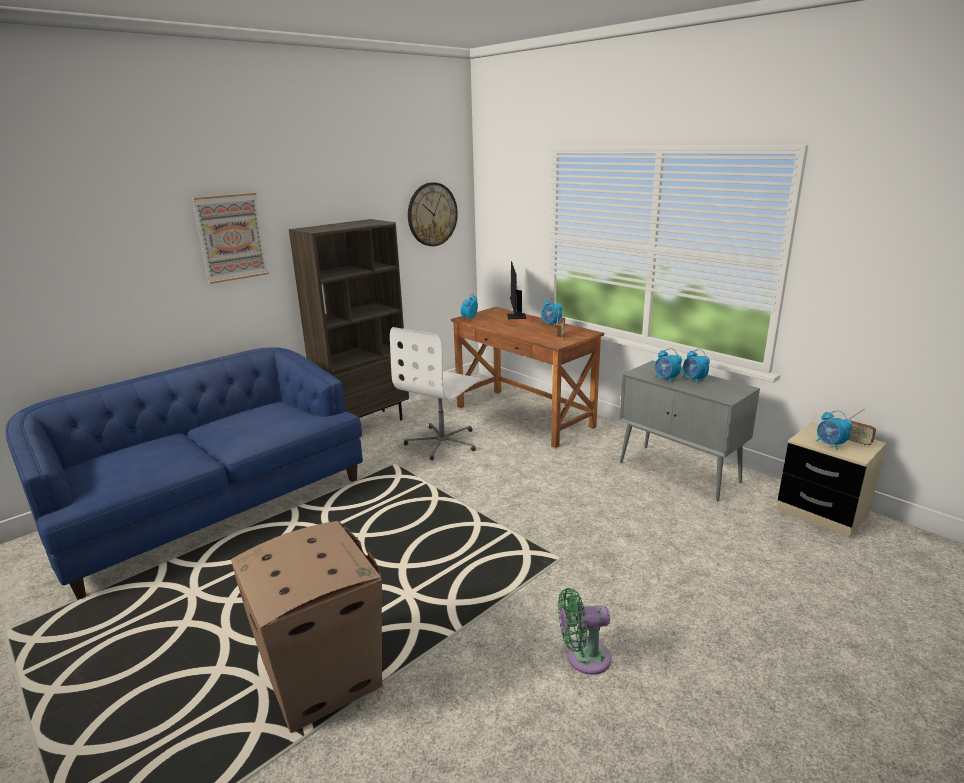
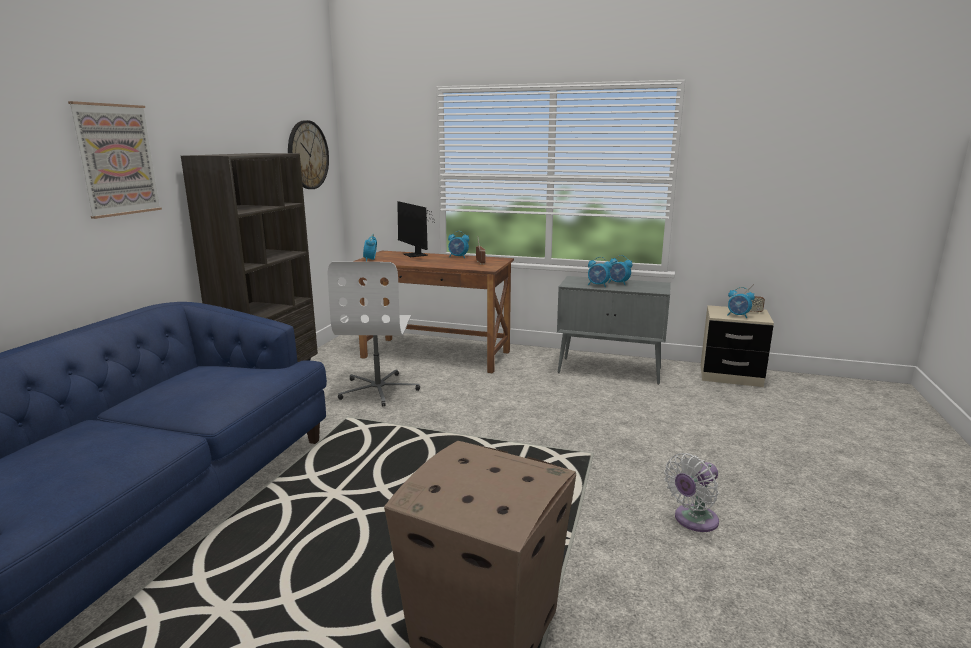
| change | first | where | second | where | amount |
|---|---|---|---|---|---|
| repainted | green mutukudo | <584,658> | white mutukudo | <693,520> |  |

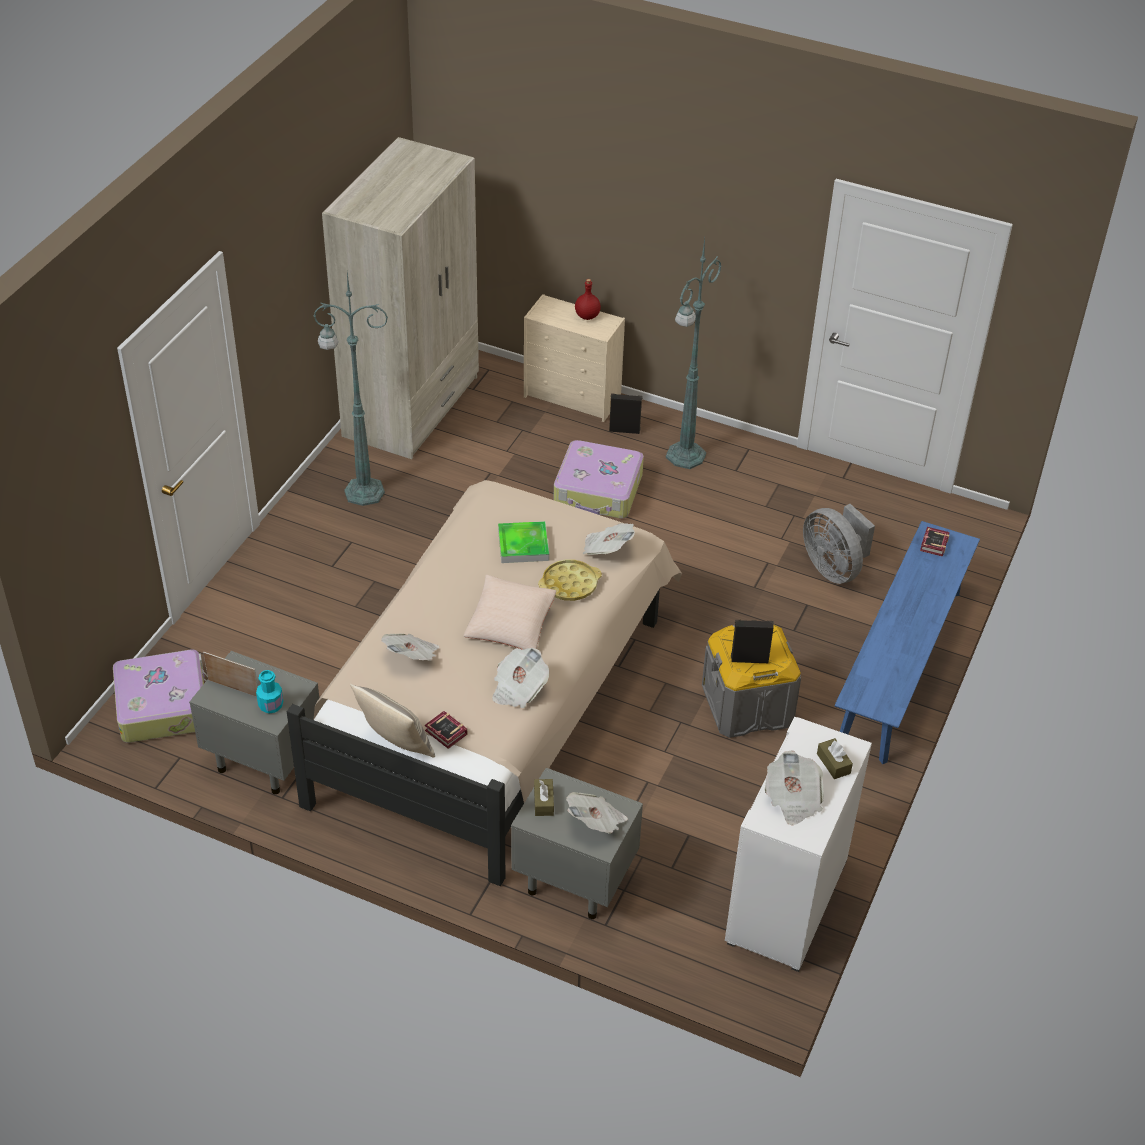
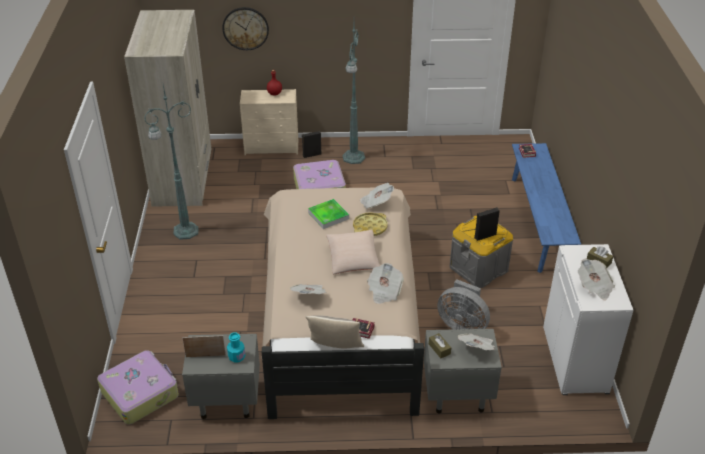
| change | first | where | second | where | amount |
|---|---|---|---|---|---|
| shifted | grey mutukudo | <834,568> |  | <462,325> |  |
| new |  |  | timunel | <245,28> |  |

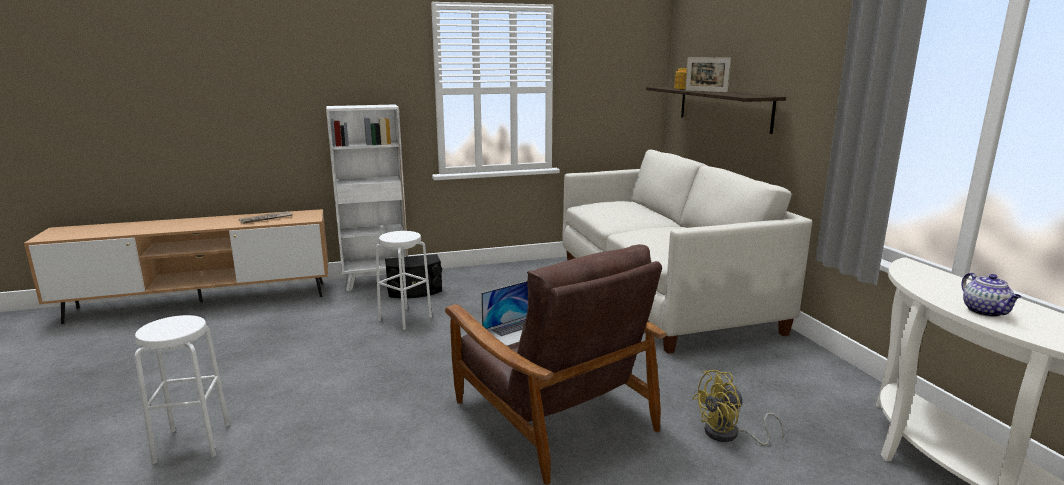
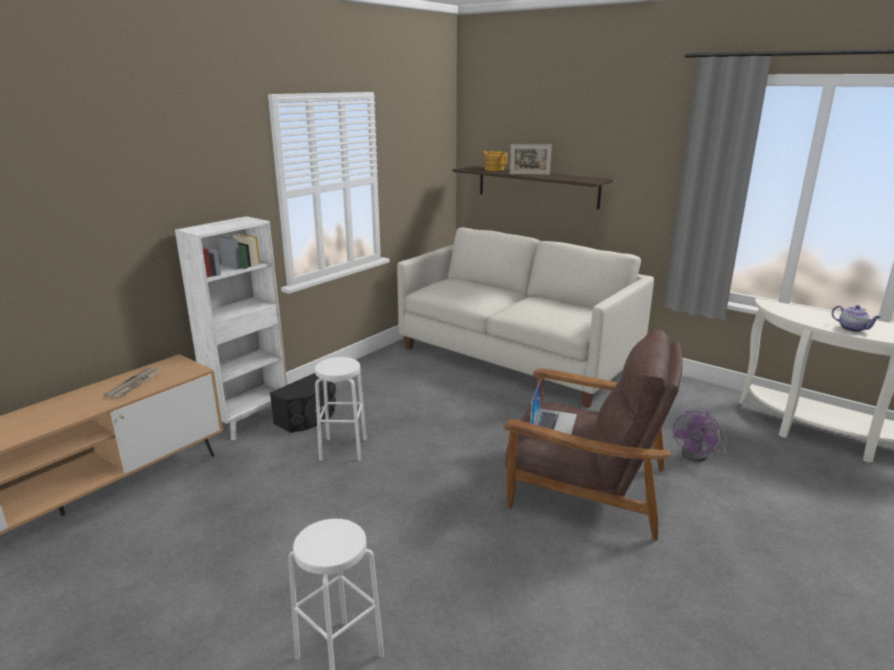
| change | first | where | second | where | amount |
|---|---|---|---|---|---|
| repainted | yellow mutukudo | <729,435> | purple mutukudo | <699,455> |  |

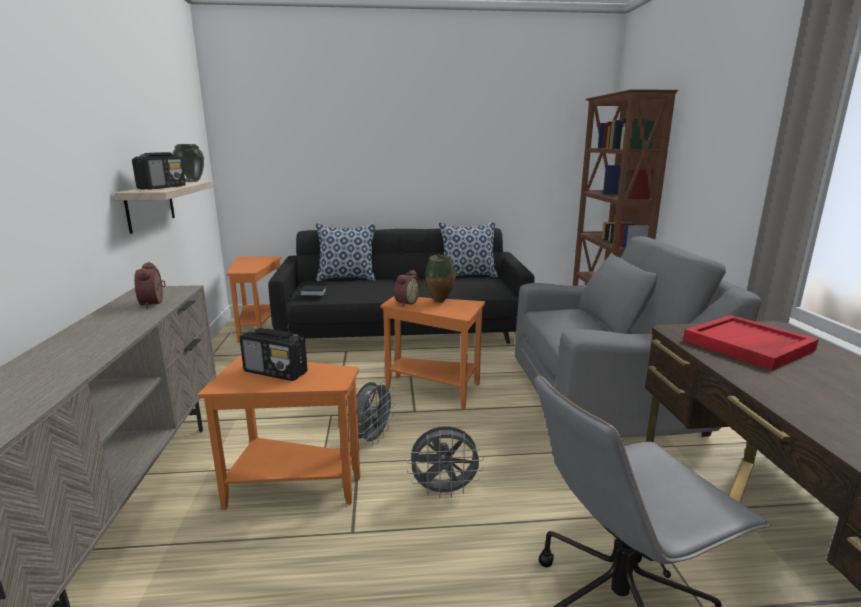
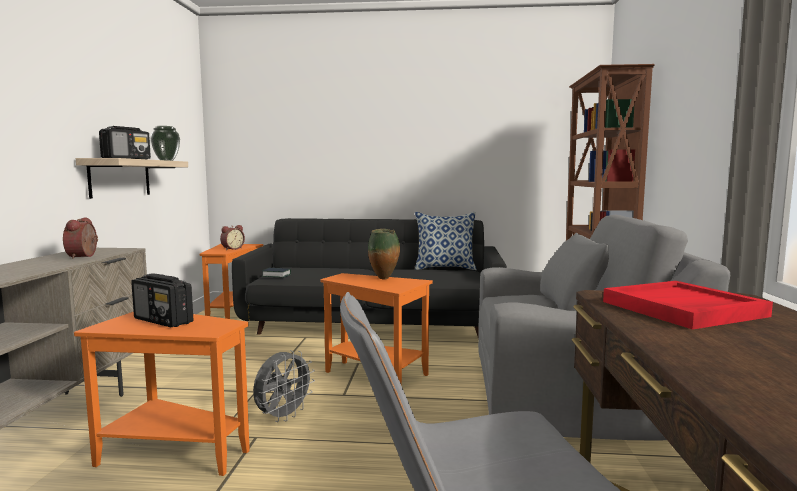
| change | first | where | second | where | amount |
|---|---|---|---|---|---|
| gone | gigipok | <347,278> |  |  |  |
| shifted | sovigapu | <405,302> |  | <232,249> |  |
| gone | grey mutukudo | <444,491> |  |  |  |

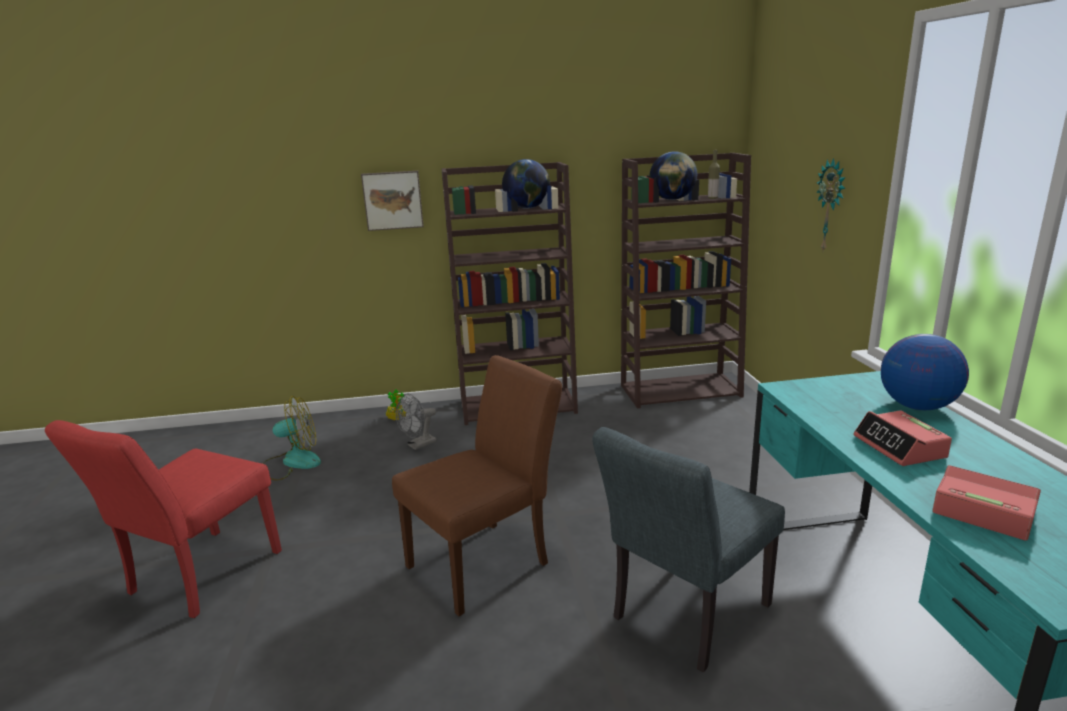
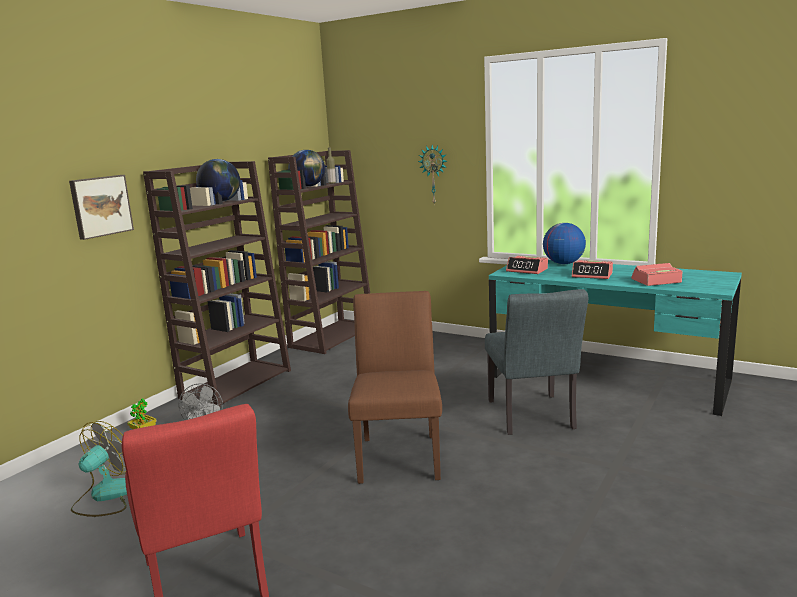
| change | first | where | second | where | amount |
|---|---|---|---|---|---|
| new |  |  | sovigapu | <527,270> |  |

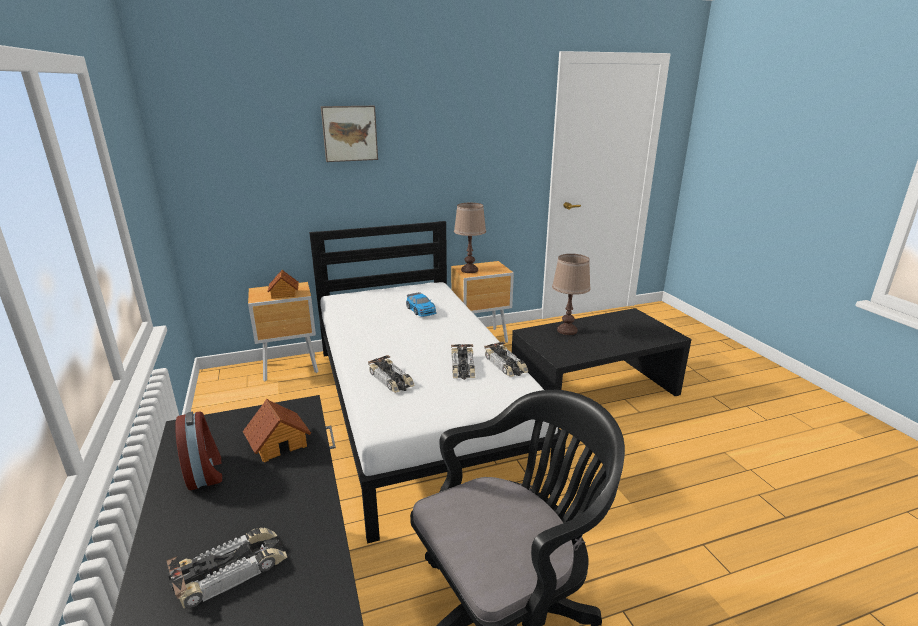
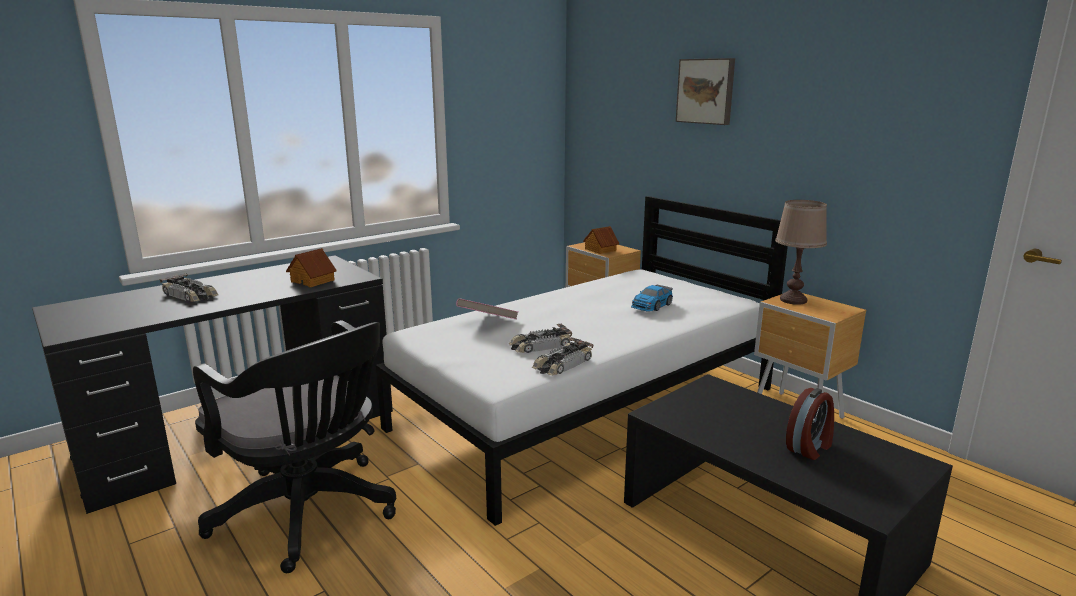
| change | first | where | second | where | amount |
|---|---|---|---|---|---|
| gone | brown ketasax | <567,330> |  |  |  |
| swapped | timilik | <391,380> | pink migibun | <488,322> |  |
| shifted | sovigapu | <205,472> |  | <810,447> |  |

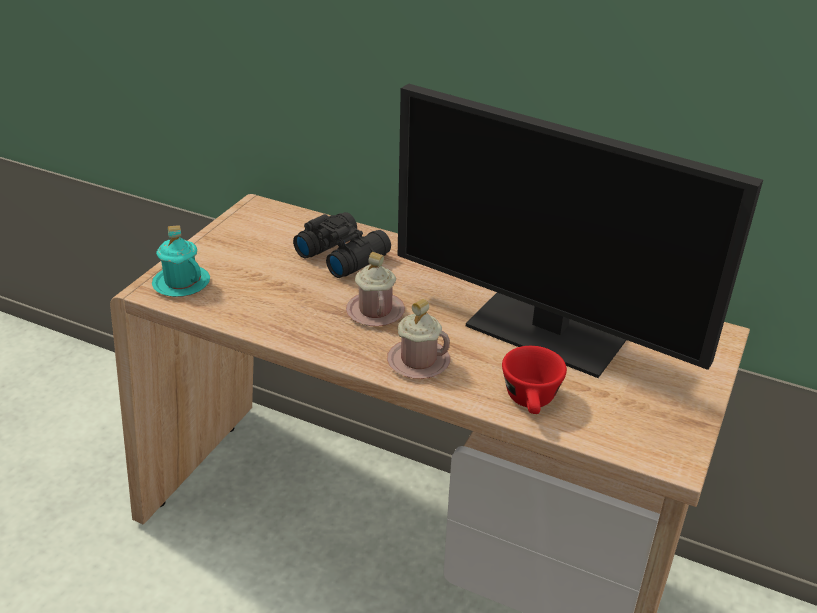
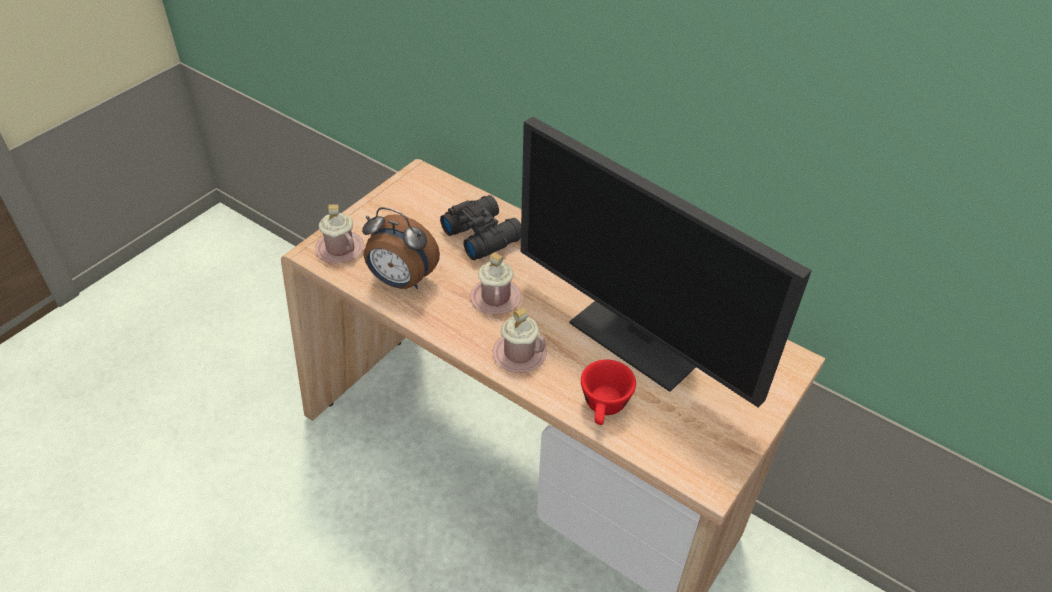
| change | first | where | second | where | amount |
|---|---|---|---|---|---|
| repainted | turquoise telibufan | <181,283> | pink telibufan | <340,249> |  |
| new |  |  | sovigapu | <401,281> |  |

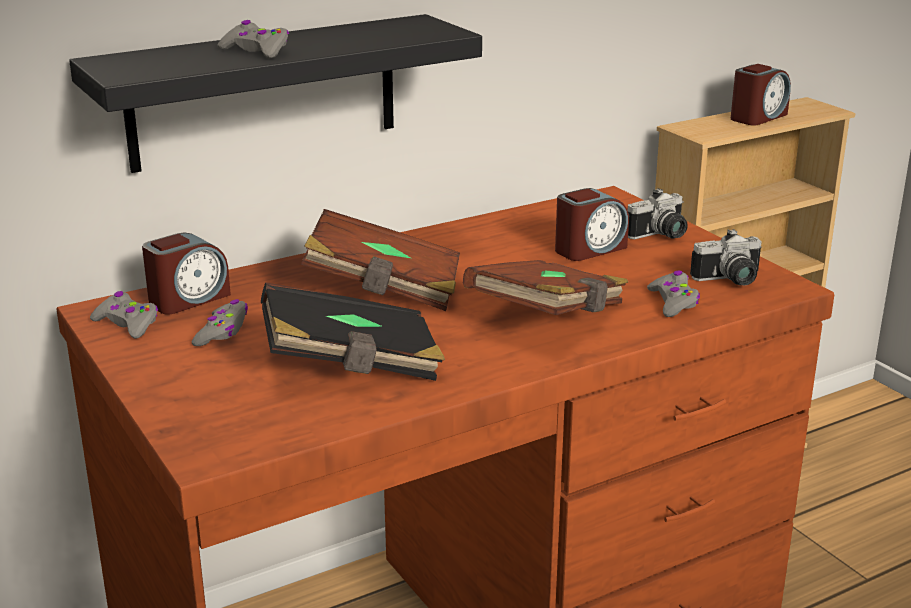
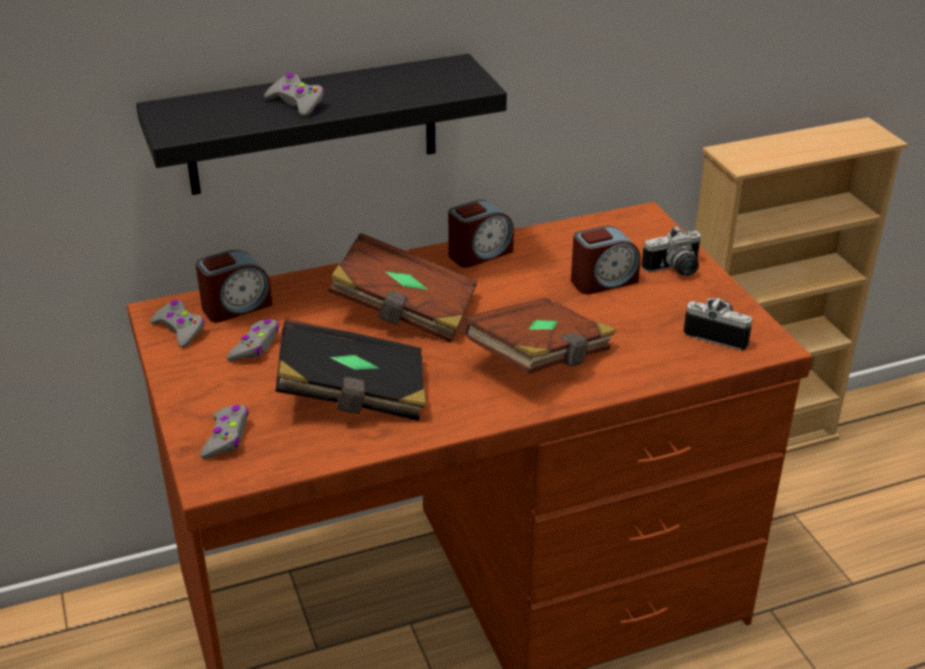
| change | first | where | second | where | amount |
|---|---|---|---|---|---|
| shifted | sovigapu | <758,117> |  | <479,253> |  |
| rotated | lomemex | <730,281> |  | <719,332> | 150 degrees counterclockwise |
| shifted | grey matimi | <673,302> |  | <226,437> |  |

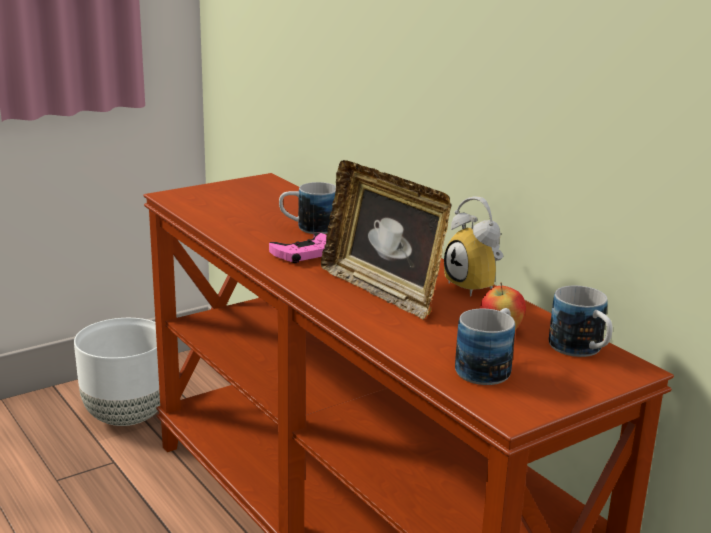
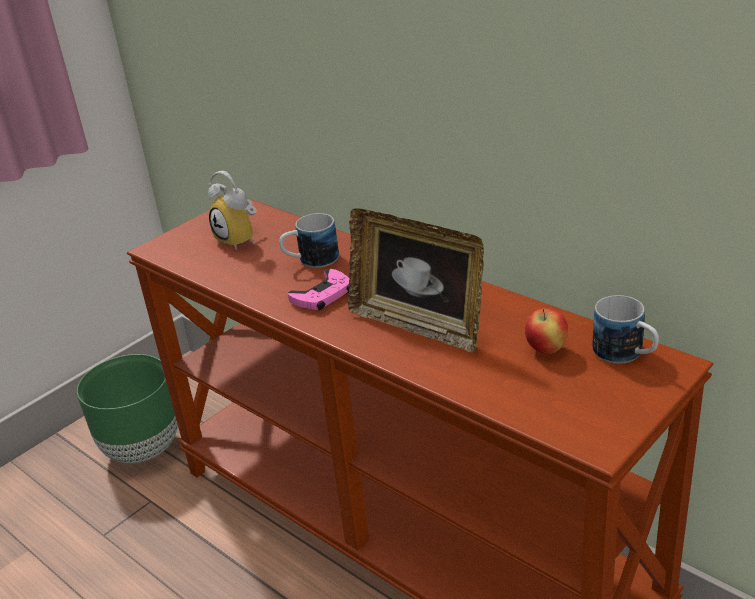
| change | first | where | second | where | amount |
|---|---|---|---|---|---|
| shifted | sovigapu | <477,287> |  | <241,239> |  |
| gone | telibufan | <488,367> |  |  |  |
| repainted | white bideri | <127,416> | green bideri | <143,448> |  |

